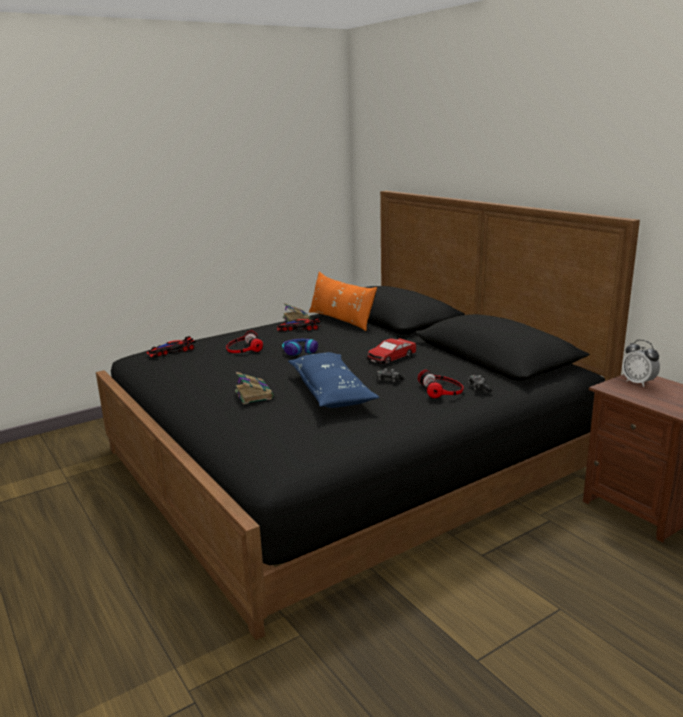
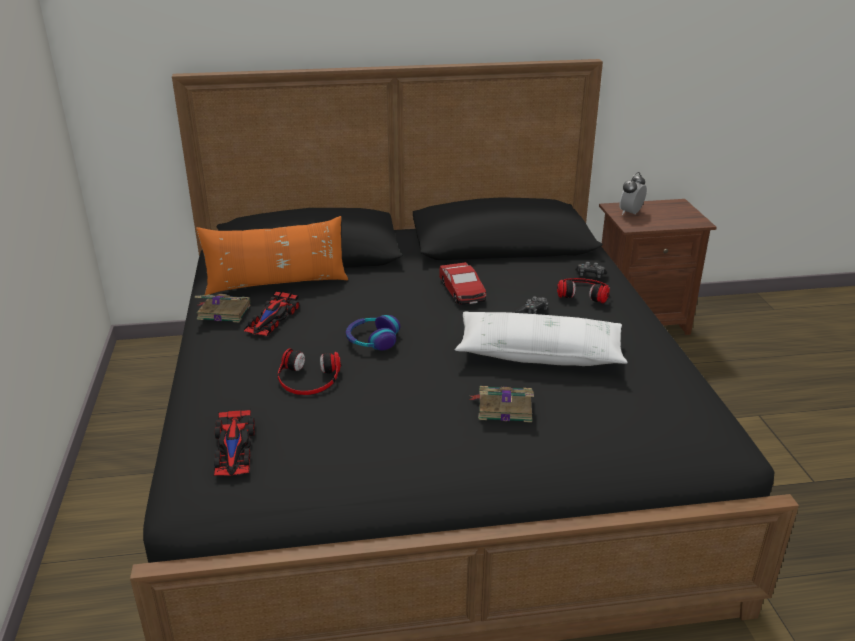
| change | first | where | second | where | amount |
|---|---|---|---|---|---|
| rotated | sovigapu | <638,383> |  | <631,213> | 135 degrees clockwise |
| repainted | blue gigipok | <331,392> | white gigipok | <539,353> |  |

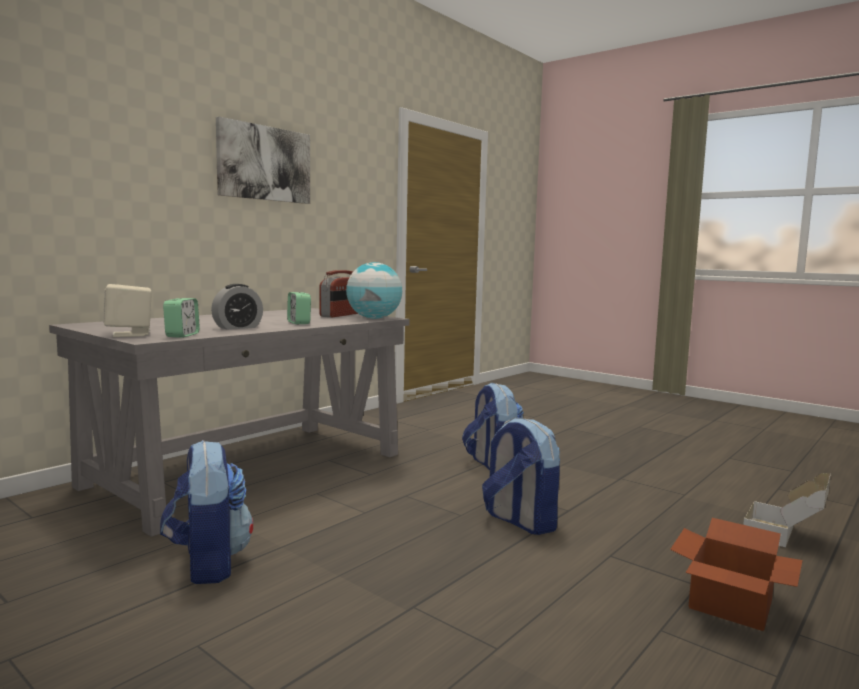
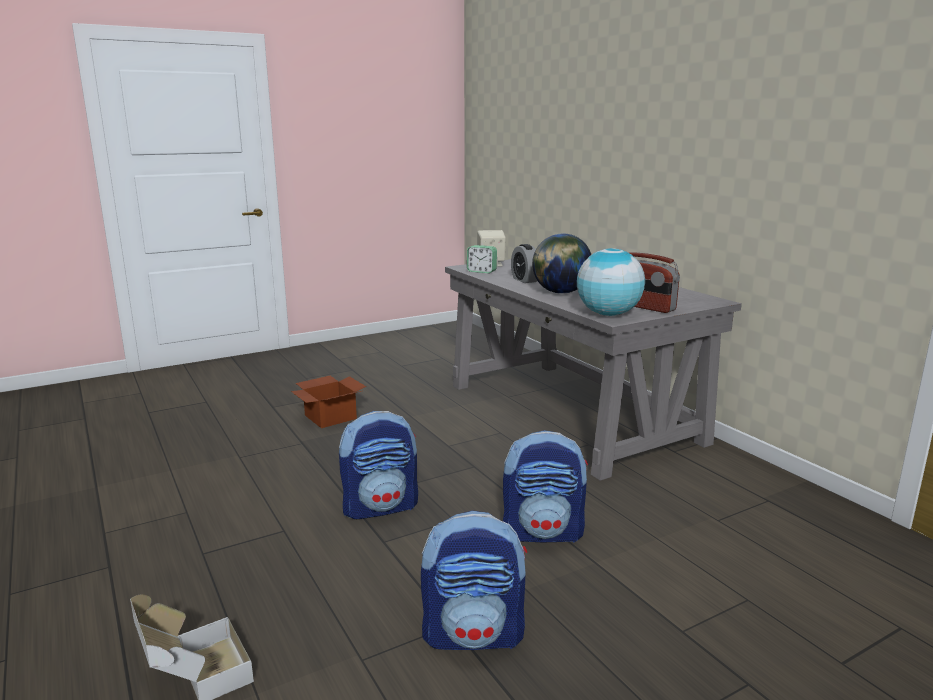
| change | first | where | second | where | amount |
|---|---|---|---|---|---|
| gone | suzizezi | <264,163> |  |  |  |
| swapped | sovigapu | <299,323> | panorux | <560,292> |  |
| shifted | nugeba | <207,563> |  | <474,634> |  |
| shifted | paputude | <728,605> |  | <330,416> |  |

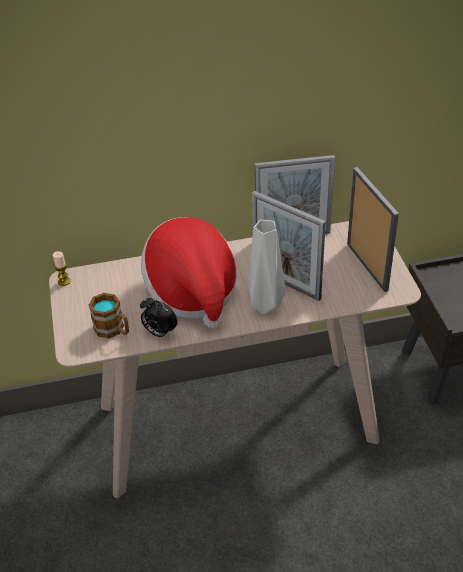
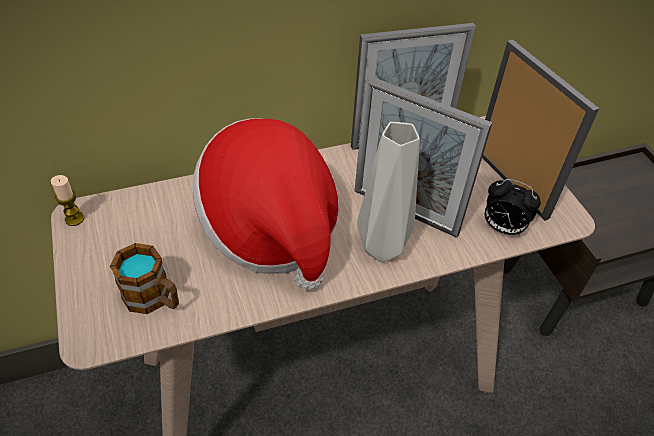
| change | first | where | second | where | amount |
|---|---|---|---|---|---|
| shifted | sovigapu | <159,332> |  | <502,228> |  |

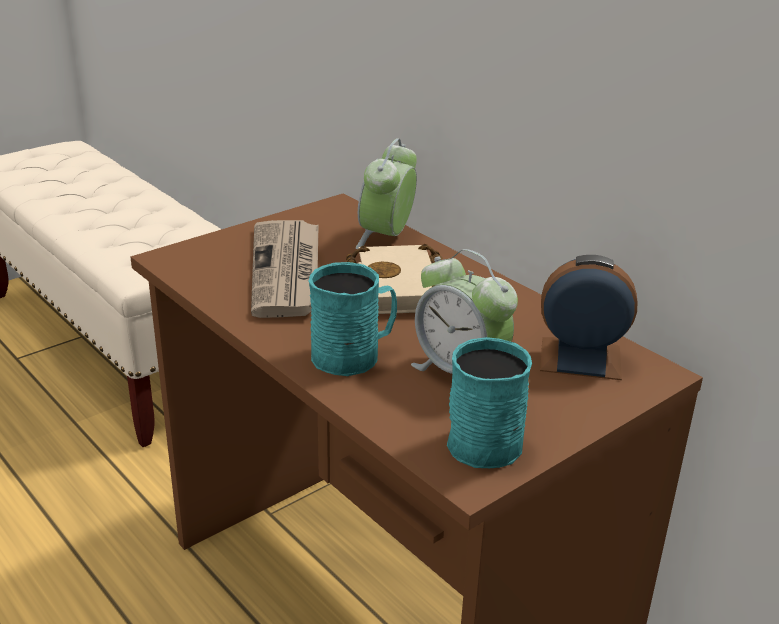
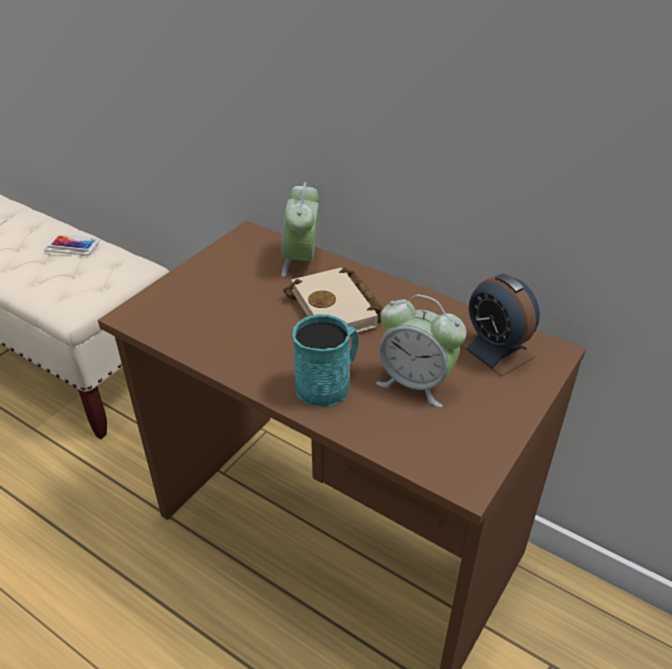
| change | first | where | second | where | amount |
|---|---|---|---|---|---|
| gone | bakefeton | <287,271> |  |  |  |
| rotated | sovigapu | <580,358> |  | <496,350> | 120 degrees counterclockwise |
| gone | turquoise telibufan | <489,438> |  |  |  |
| new |  |  | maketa | <72,245> |  |

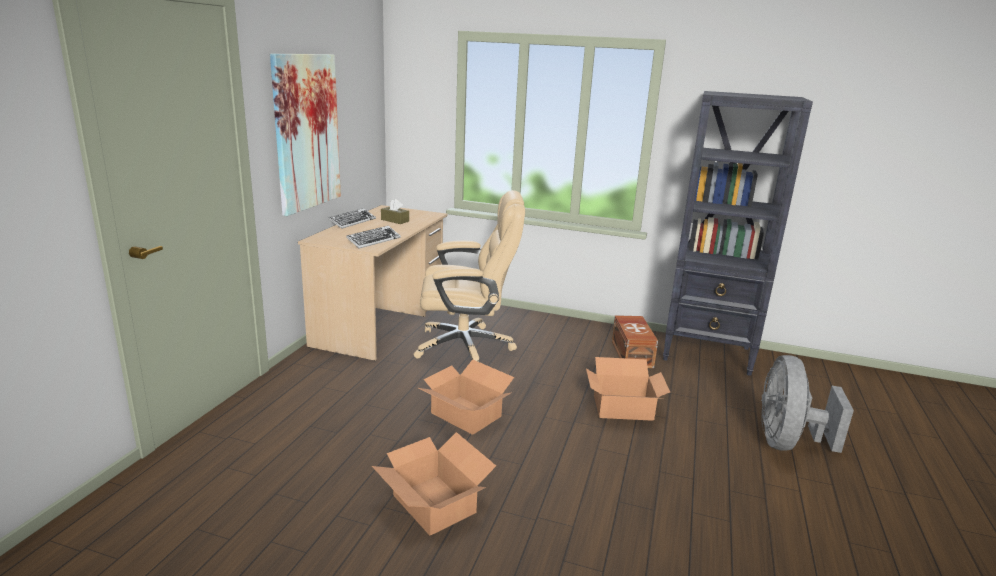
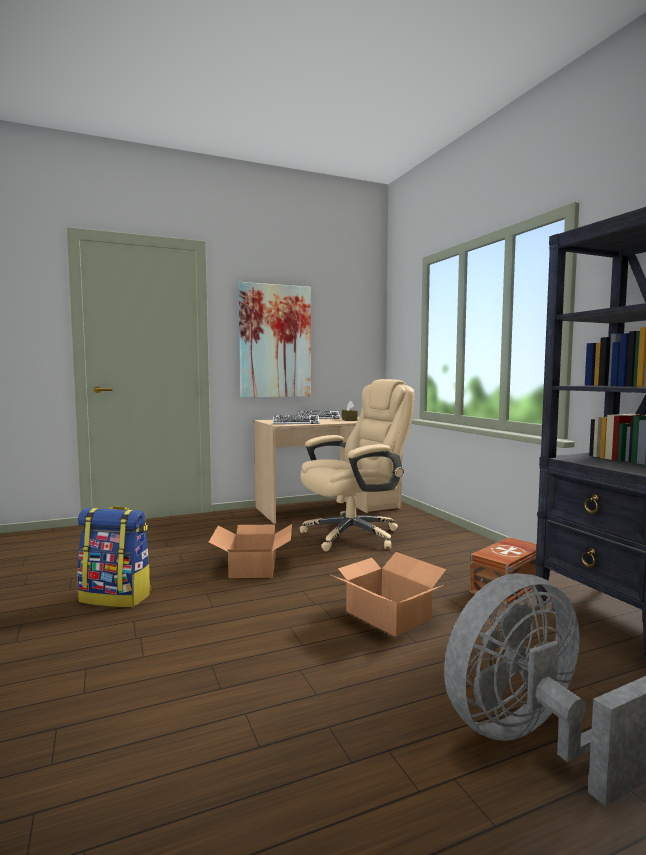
| change | first | where | second | where | amount |
|---|---|---|---|---|---|
| rotated | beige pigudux | <466,347> |  | <354,535> | 75 degrees counterclockwise |
| swapped | paputude | <434,503> | nugeba | <117,597> |  |

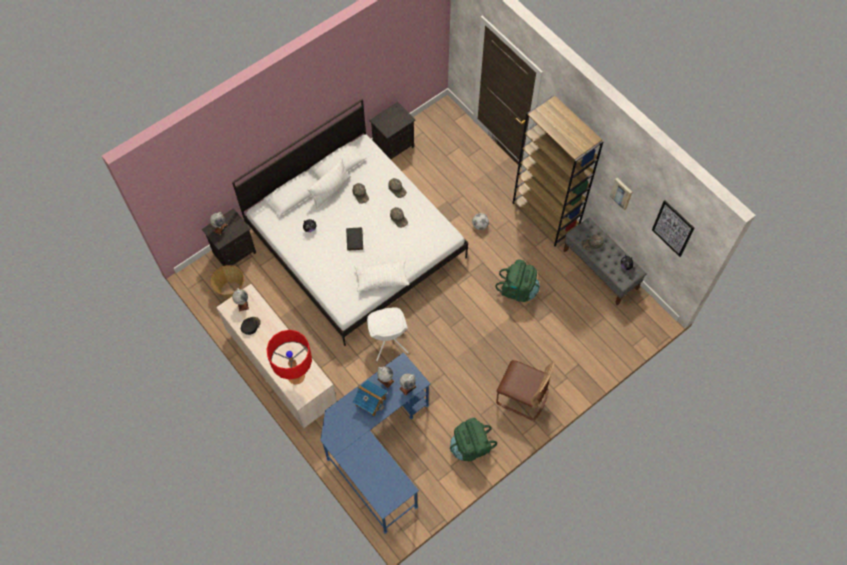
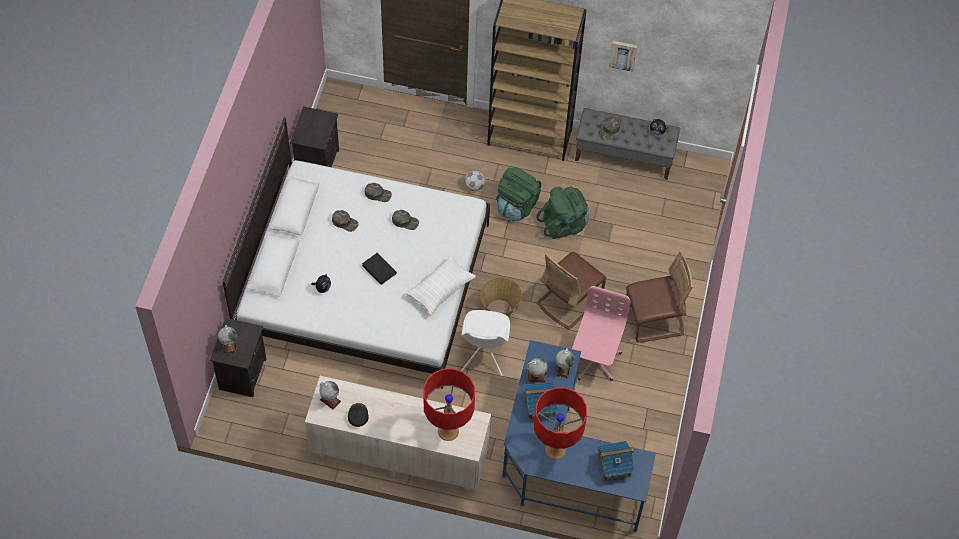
| change | first | where | second | where | amount |
|---|---|---|---|---|---|
| gone | white gigipok | <331,190> |  |  |  |
| gone | suzizezi | <673,228> |  |  |  |
| shifted | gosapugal | <231,290> |  | <499,310> |  |
| rotated | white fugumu | <388,343> |  | <484,356> | 60 degrees clockwise |
| shifted | green nugeba | <470,446> |  | <517,206> |  |
| new |  |  | brown fugumu | <569,301> |  |
| new |  |  | pink pigudux | <594,360> |  |
| new |  |  | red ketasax | <555,449> |  |
| new |  |  | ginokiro | <614,466> |  |

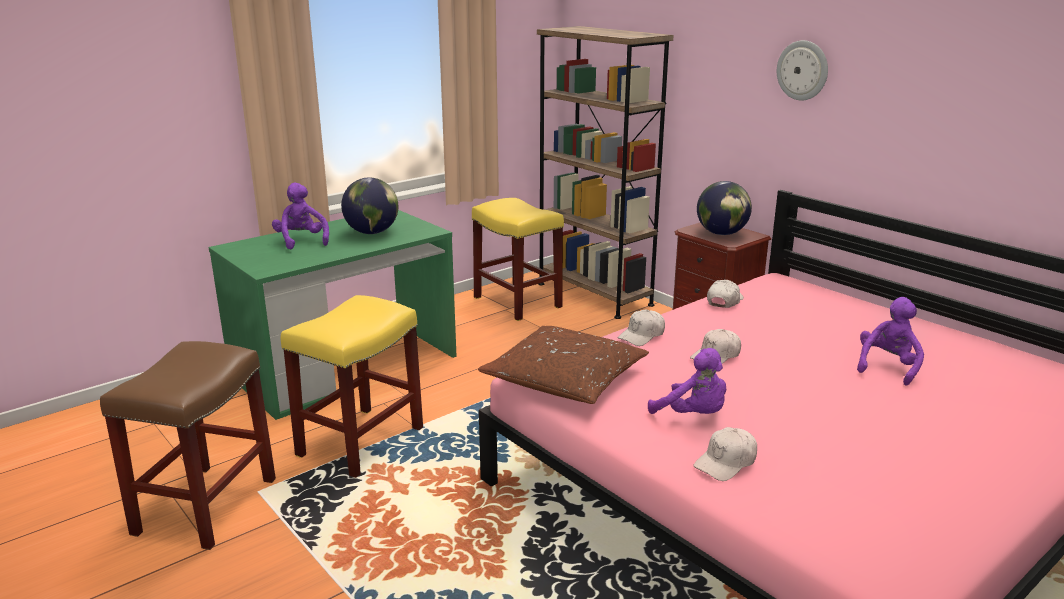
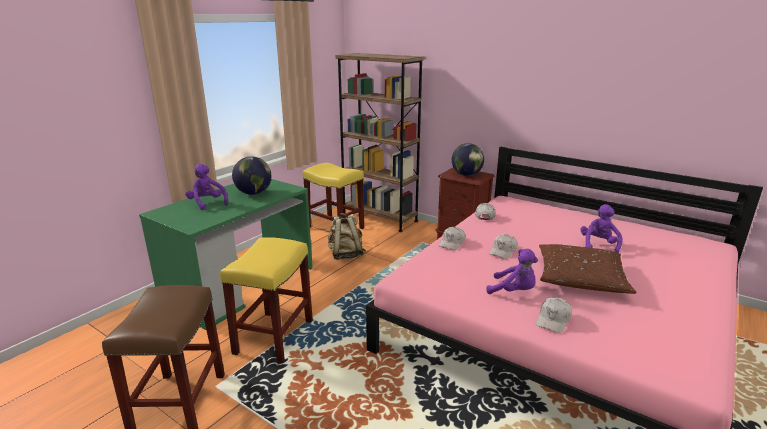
| change | first | where | second | where | amount |
|---|---|---|---|---|---|
| gone | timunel | <803,70> |  |  |  |
| shifted | brown gigipok | <564,379> |  | <580,278> |  |
| new |  |  | beige nugeba | <345,255> |  |

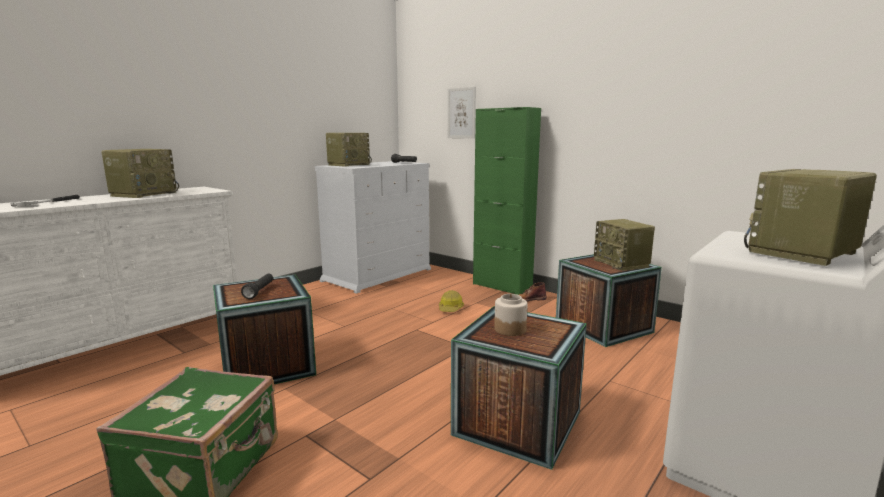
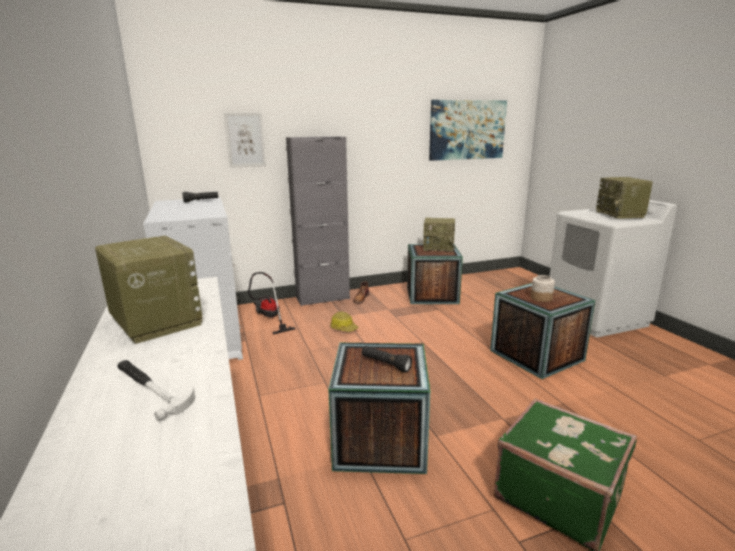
| change | first | where | second | where | amount |
|---|---|---|---|---|---|
| repainted | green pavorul | <502,286> | grey pavorul | <323,298> |  |
| gone | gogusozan | <349,165> |  |  |  |
| new |  |  | suzizezi | <467,130> |  |
| new |  |  | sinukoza | <269,318> |  |

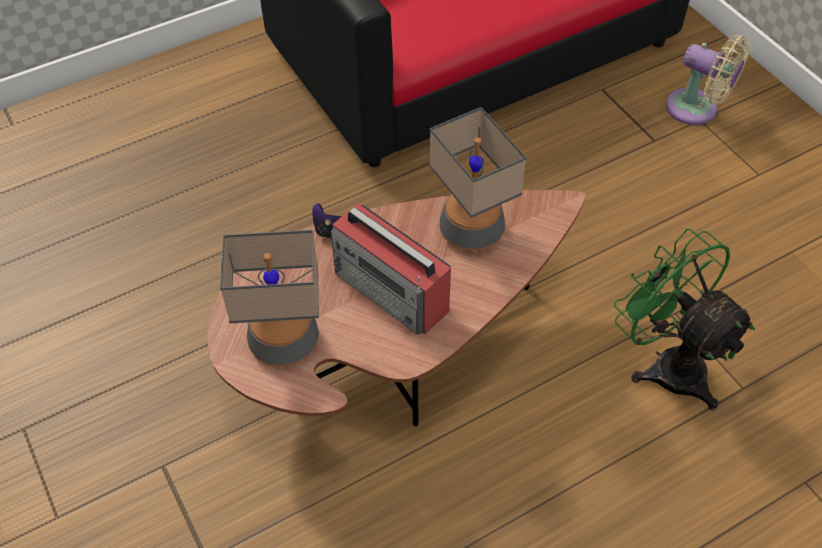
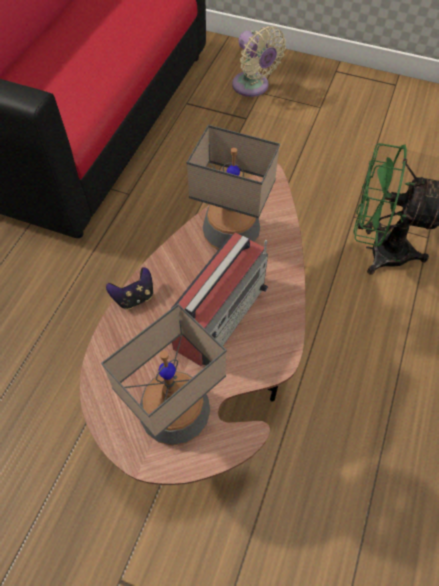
| change | first | where | second | where | amount |
|---|---|---|---|---|---|
| rotated | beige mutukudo | <697,110> |  | <252,87> | 60 degrees clockwise |
| rotated | gogusozan | <392,292> |  | <220,315> | 60 degrees counterclockwise |

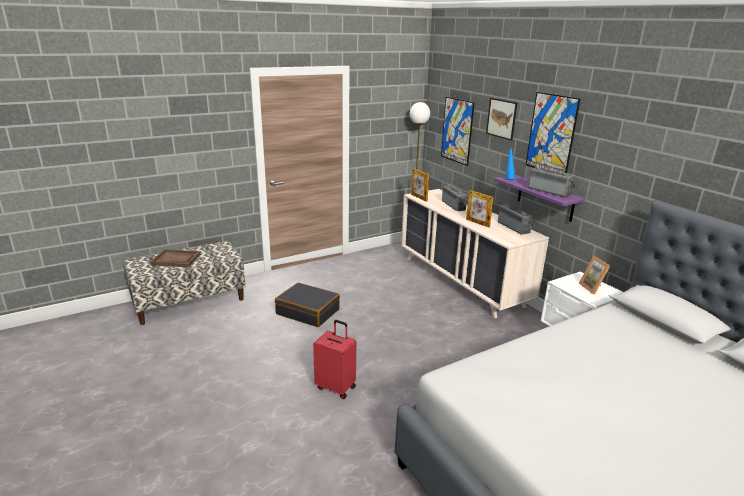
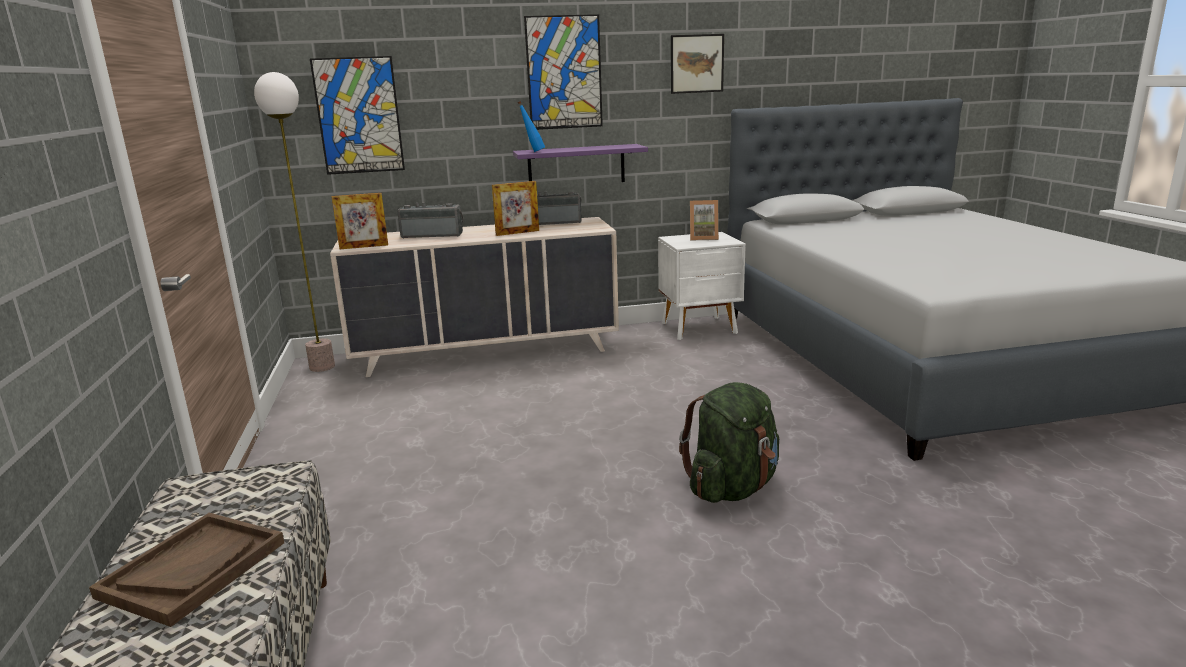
| change | first | where | second | where | amount |
|---|---|---|---|---|---|
| shifted | suzizezi | <501,118> |  | <696,63> |  |
| gone | gogusozan | <550,191> |  |  |  |
| gone | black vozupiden | <308,312> |  |  |  |
| swapped | red vozupiden | <336,387> | green nugeba | <732,488> |  |

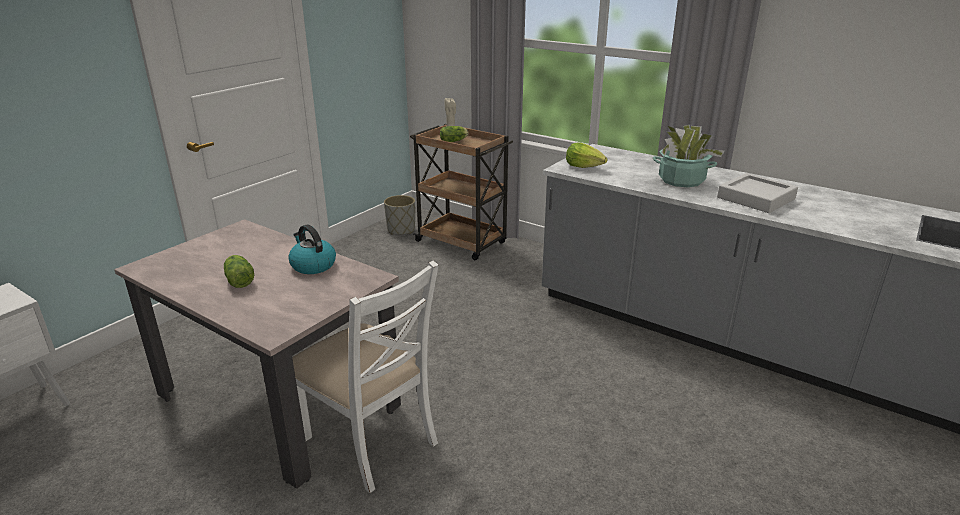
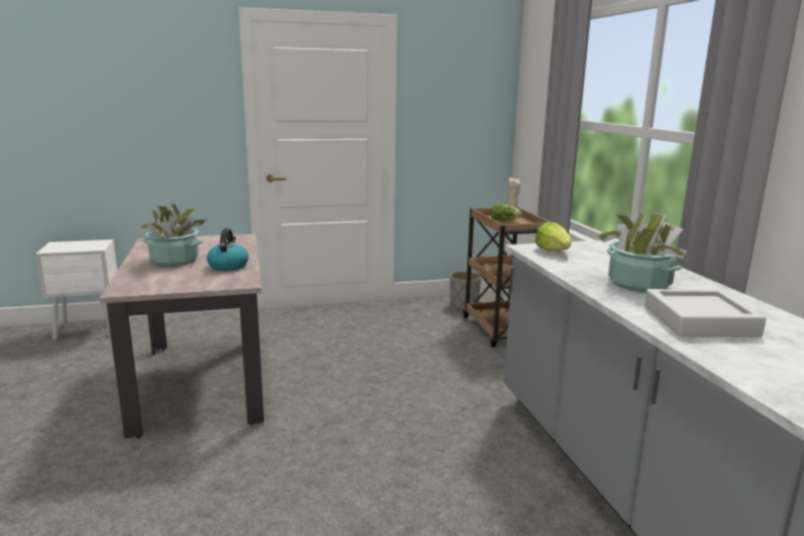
| change | first | where | second | where | amount |
|---|---|---|---|---|---|
| swapped | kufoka | <239,280> | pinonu | <174,260> |  |
| gone | white fugumu | <370,440> |  |  |  |

